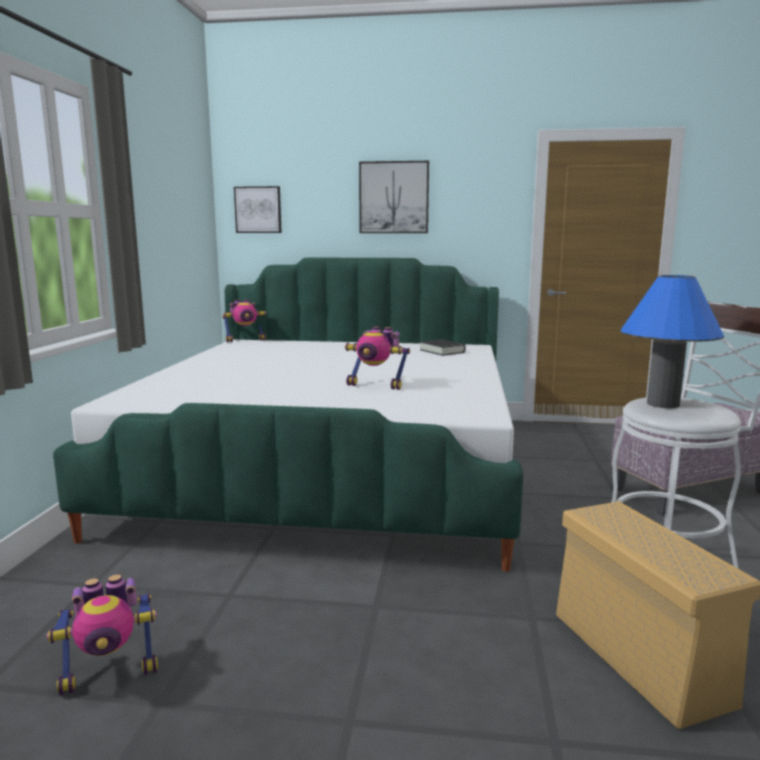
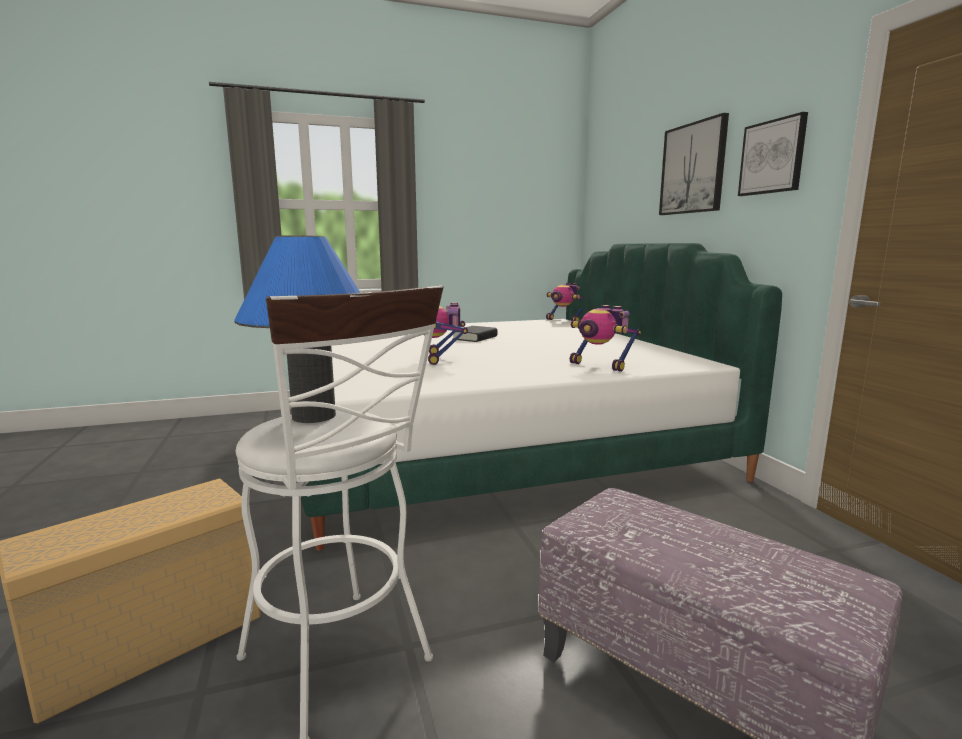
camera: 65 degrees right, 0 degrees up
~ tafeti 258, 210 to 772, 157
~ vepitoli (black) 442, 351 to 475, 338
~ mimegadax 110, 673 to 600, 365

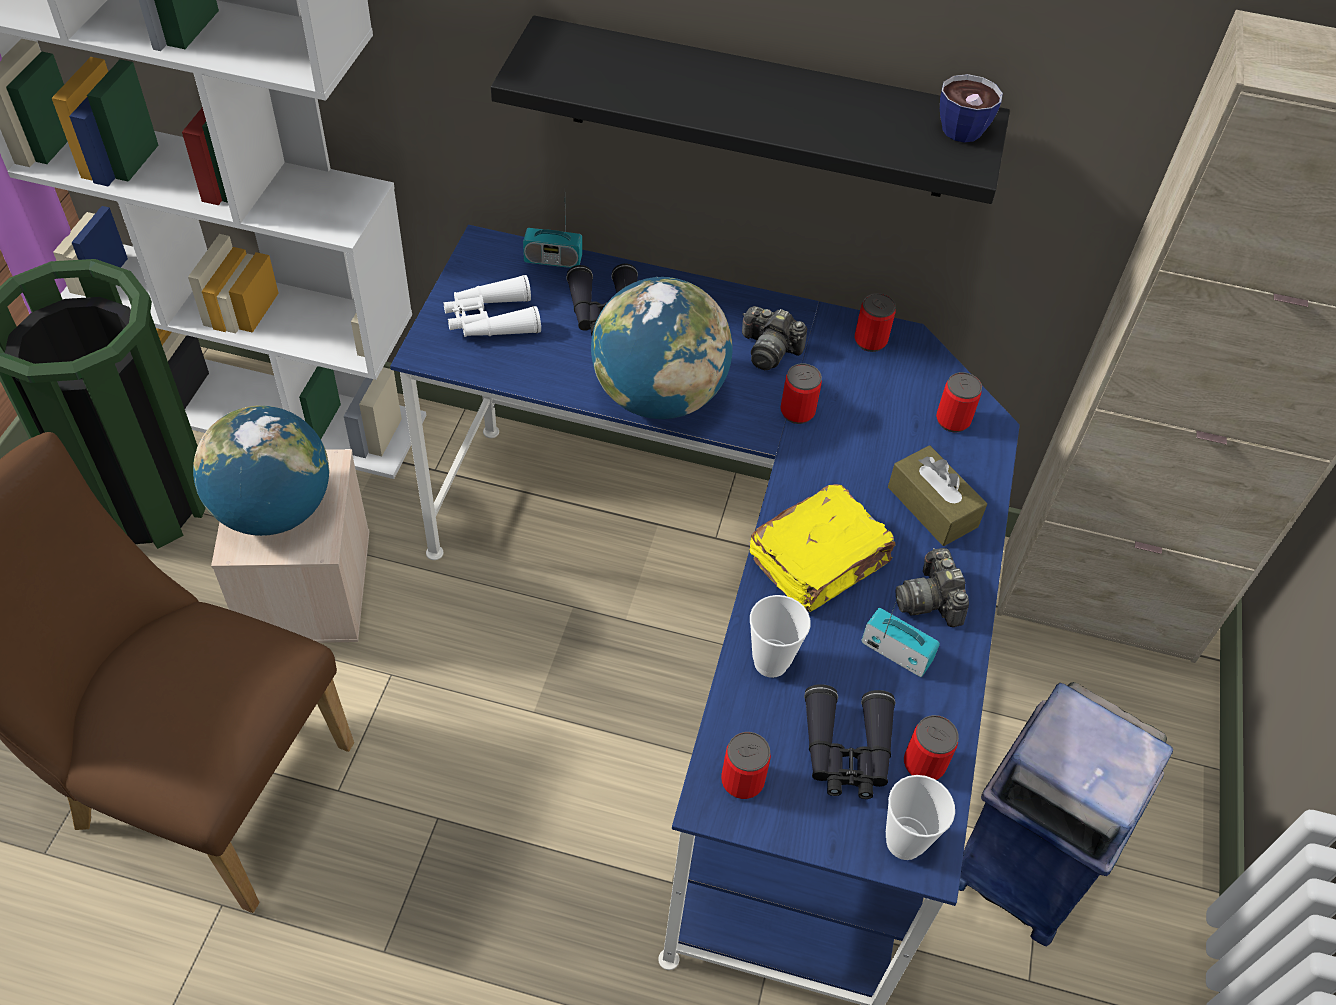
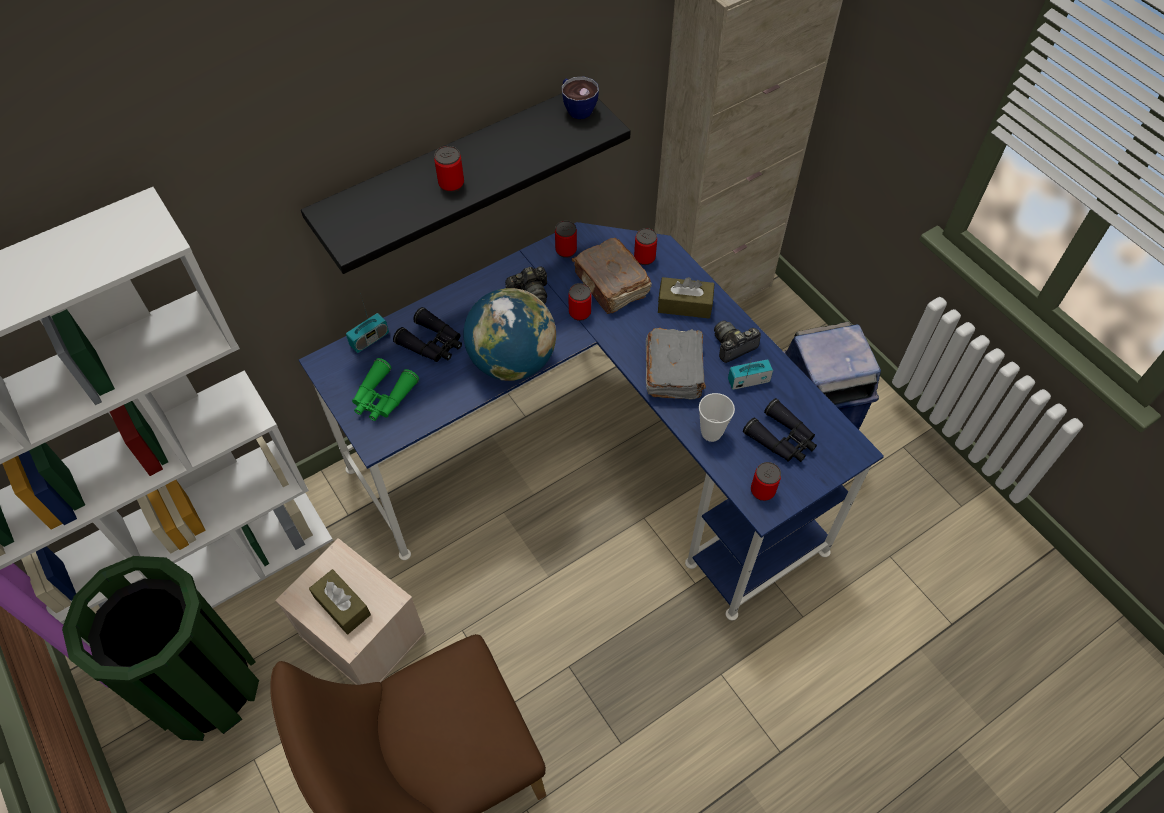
camera: 45 degrees left, 5 degrees up
~ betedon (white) 491, 320 to betedon (green) 383, 397
~ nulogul 274, 510 to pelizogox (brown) 342, 606
~ vepitoli (yellow) 820, 561 to vepitoli (grey) 674, 371
~ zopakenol 930, 600 = 733, 346 120 degrees clockwise
~ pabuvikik 924, 764 to 451, 184
- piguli 904, 842
+ vepitoli (brown) 611, 285

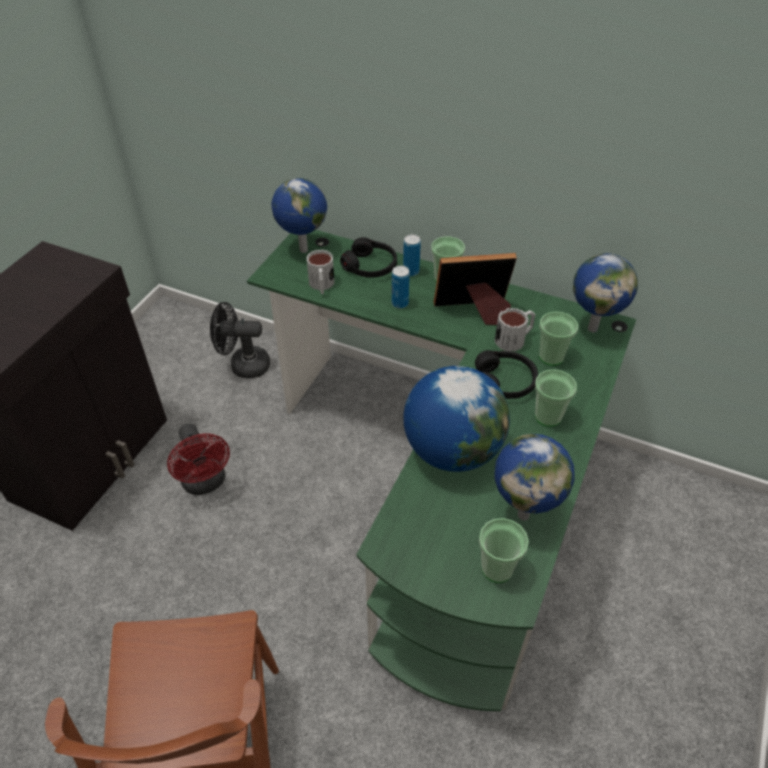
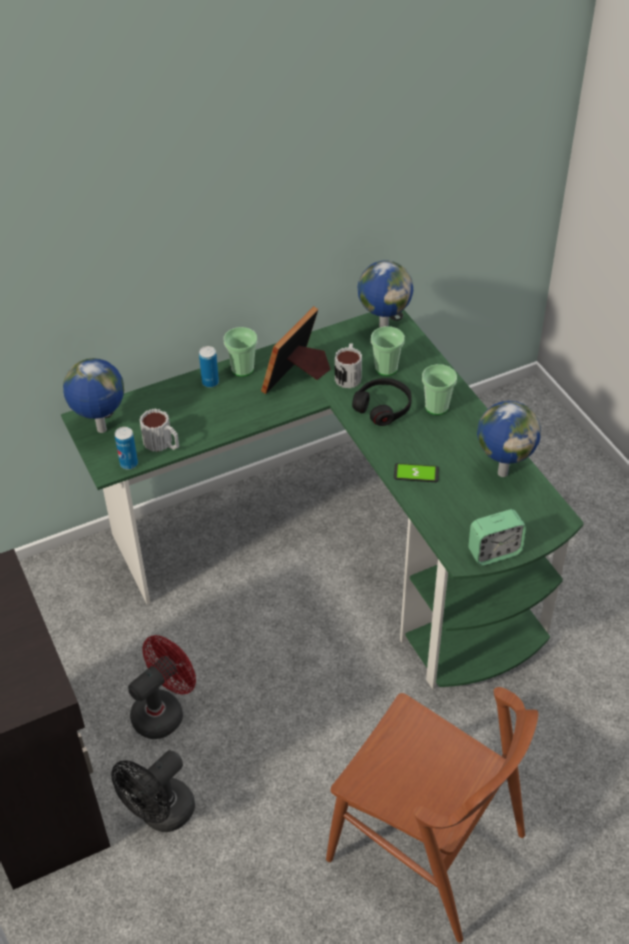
camera: 50 degrees left, 0 degrees up
- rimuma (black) 370, 266
~ pabuvikik 400, 303 to 129, 463
~ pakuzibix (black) 243, 365 to 160, 814
~ nulogul 452, 450 to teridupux 416, 473
~ pakuzibix (red) 205, 483 = 163, 711 60 degrees counterclockwise
- piguli 497, 568
+ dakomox 494, 552

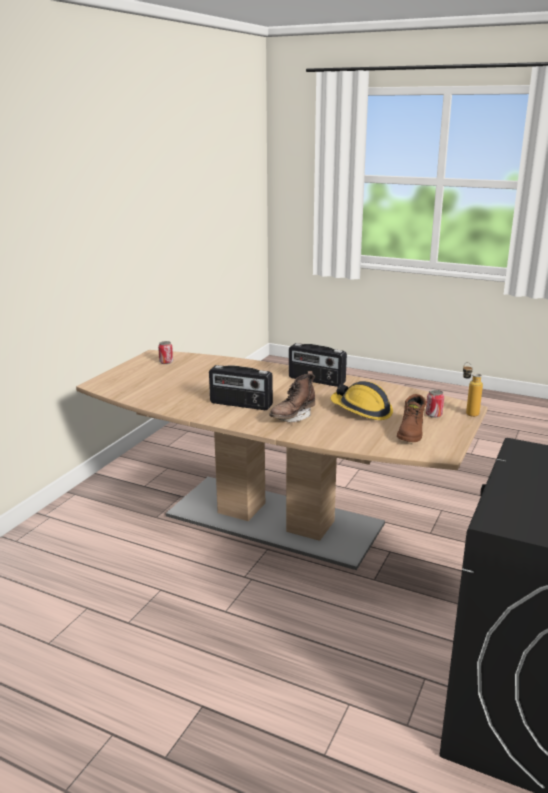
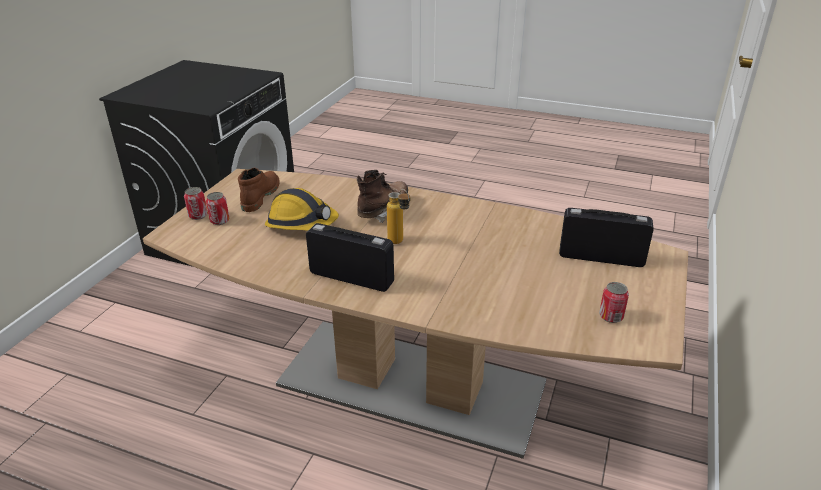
camera: 175 degrees right, 10 degrees up
~ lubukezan 468, 412 to 399, 243
~ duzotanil 240, 404 to 601, 257
+ pabuvikik 198, 216

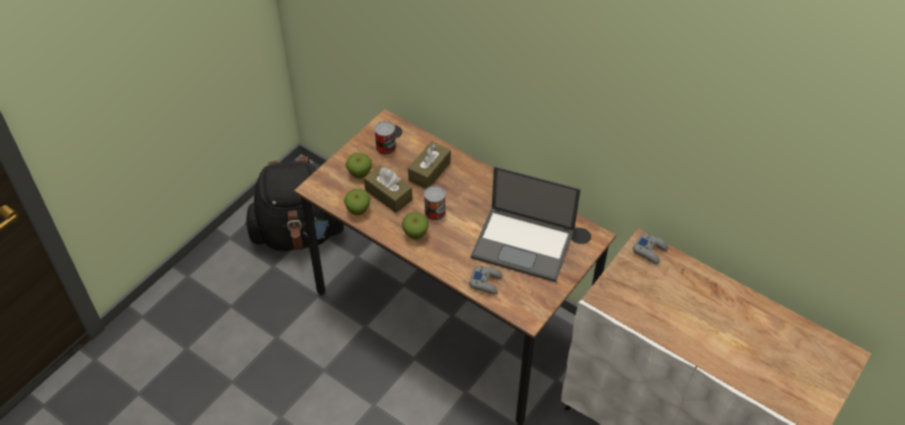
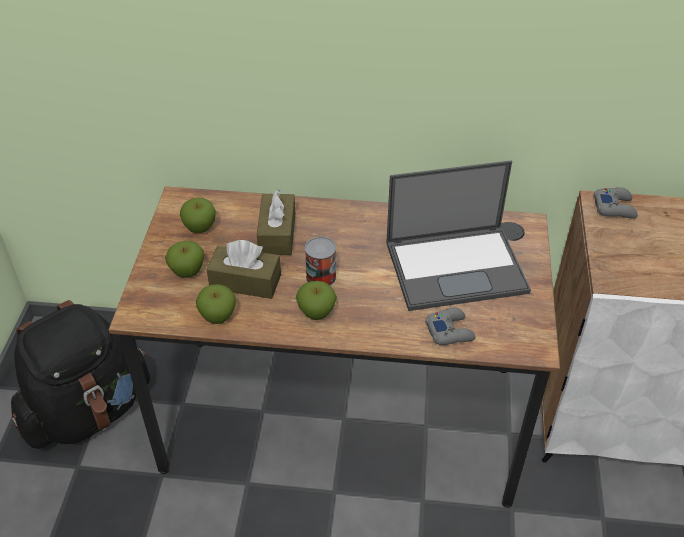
camera: 30 degrees left, 5 degrees down
~ pabuvikik 386, 147 to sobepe 200, 228

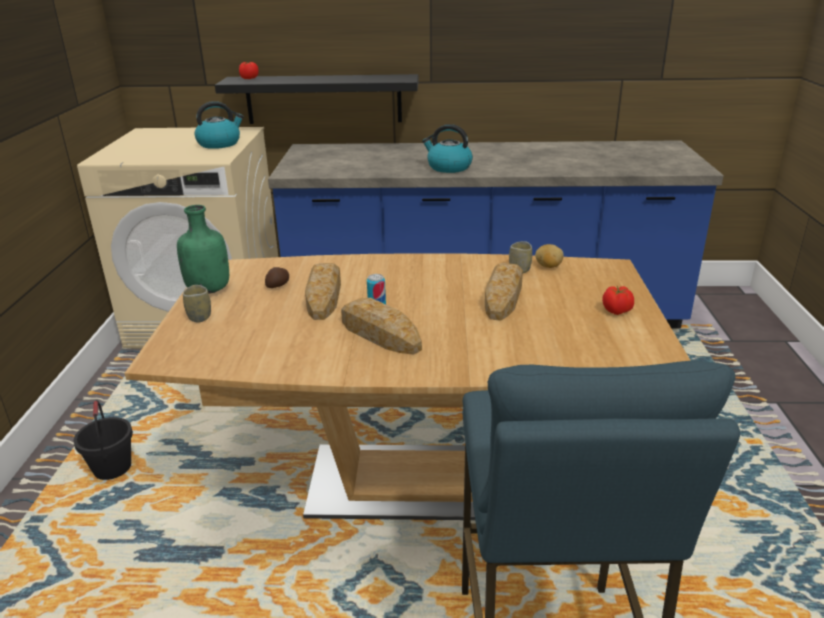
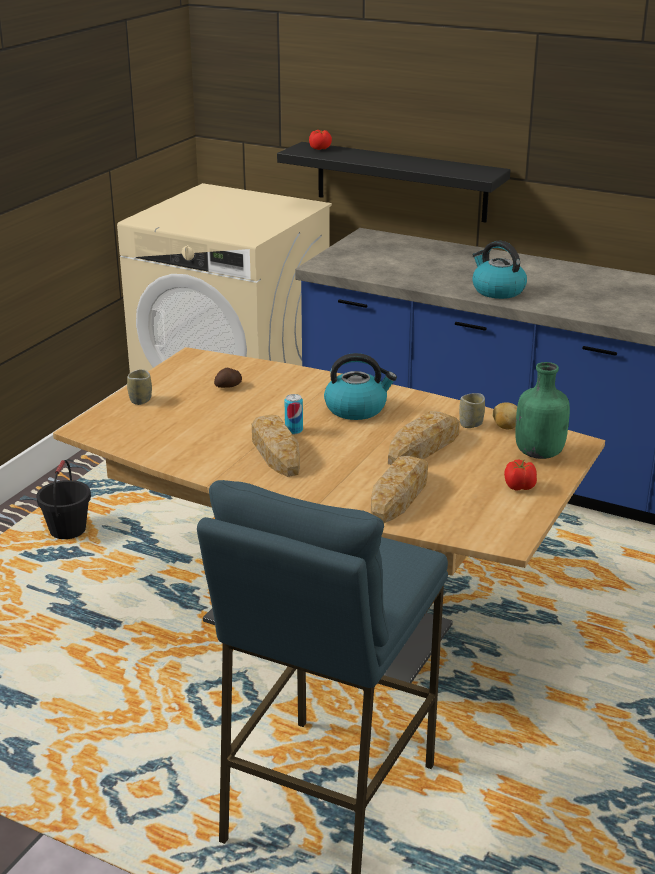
camera: 25 degrees right, 0 degrees up
~ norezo 219, 144 to 356, 408
~ lubukezan (green) 209, 289 to 539, 453
~ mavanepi 324, 297 to 398, 496

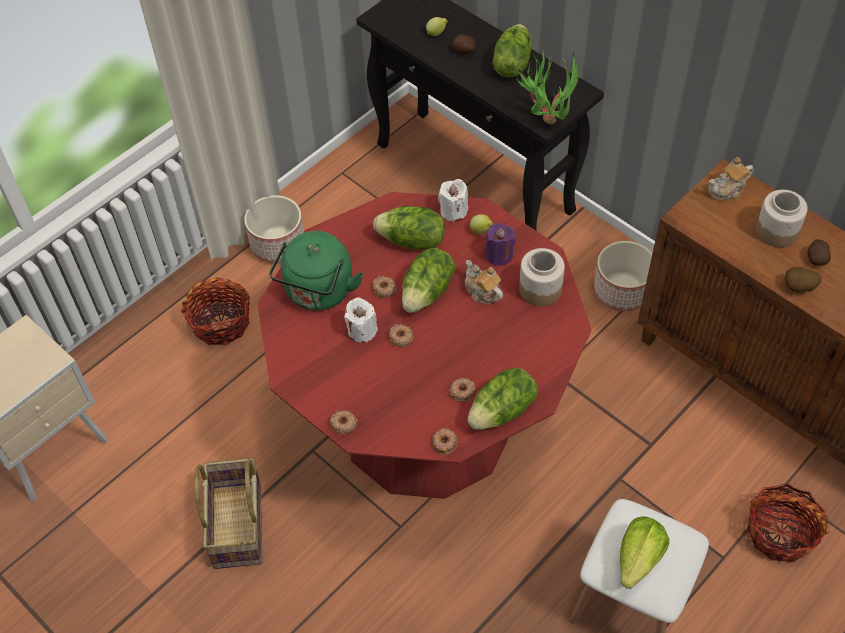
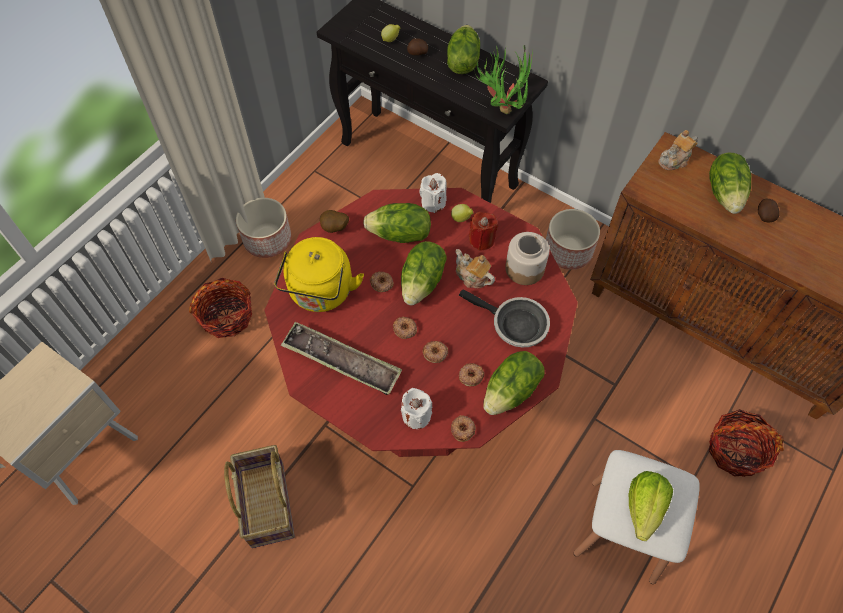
camera: 10 degrees left, 5 degrees up
~ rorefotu 777, 231 to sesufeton 725, 193
~ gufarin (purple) 499, 255 to gufarin (red) 481, 240
~ norezo (green) 318, 293 to norezo (yellow) 321, 294
~ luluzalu 798, 288 to 335, 229
~ gufarin (white) 362, 331 to 416, 415
~ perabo 343, 424 to 435, 353
+ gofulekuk 515, 325
+ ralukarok 342, 362

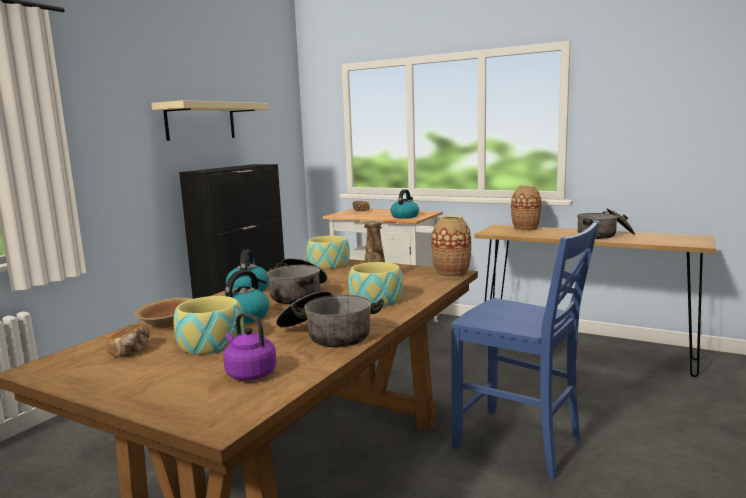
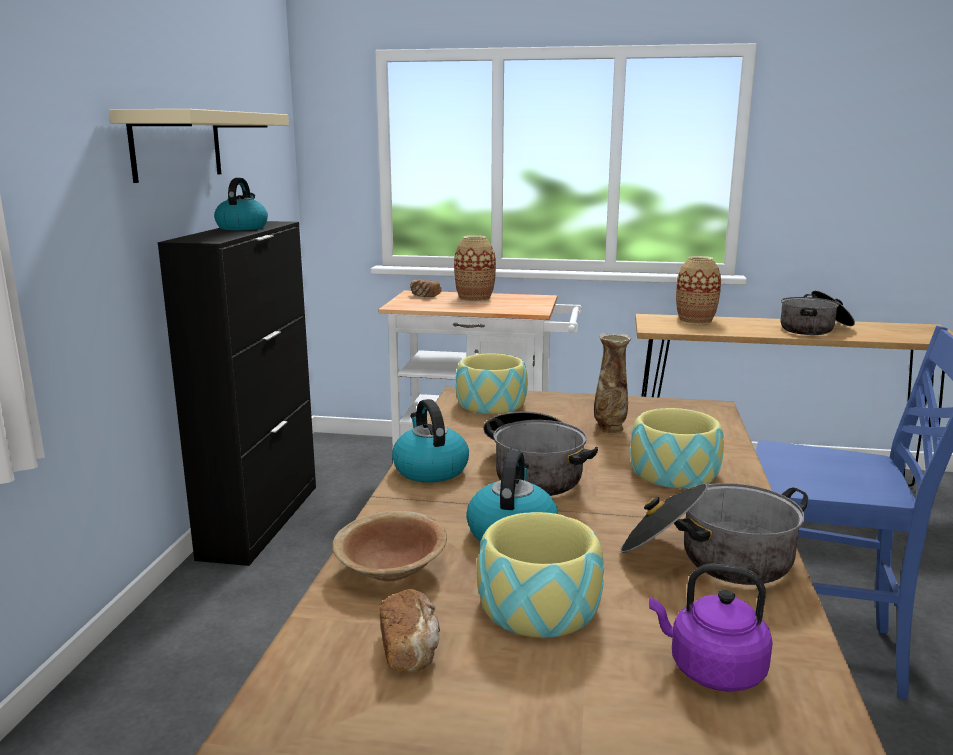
camera: 20 degrees left, 5 degrees up
~ norezo 405, 216 to 242, 228
~ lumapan 451, 274 to 474, 298

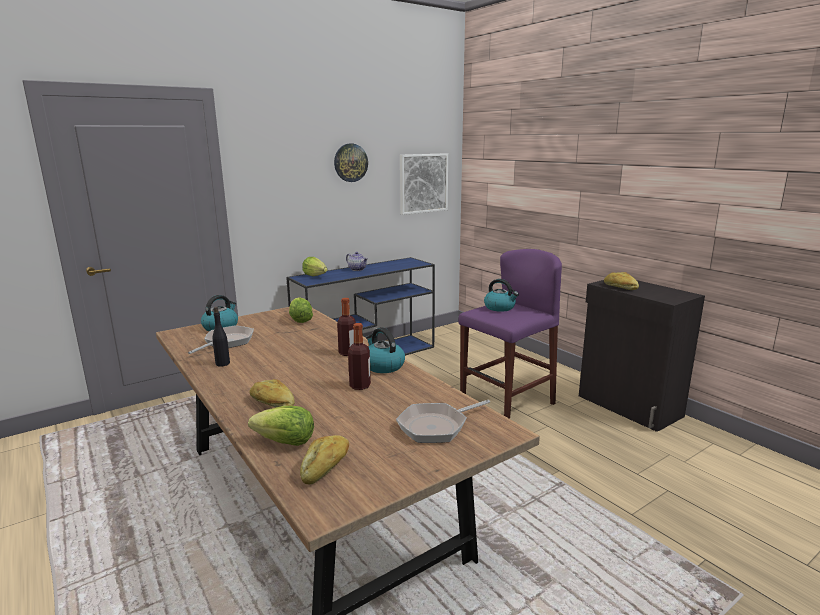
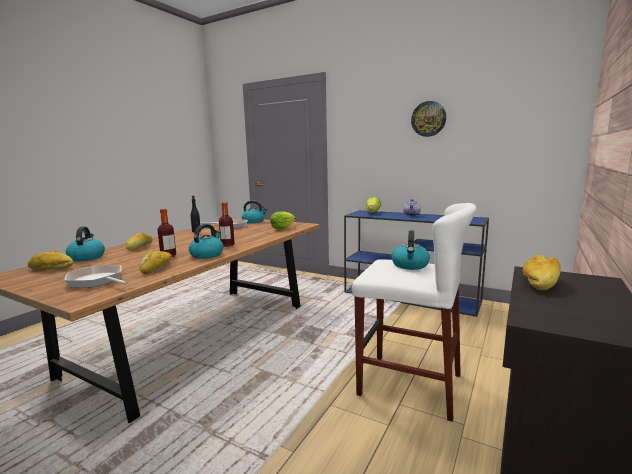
camera: 65 degrees right, 5 degrees down
- tafeti 423, 183
~ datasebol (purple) 507, 403 to datasebol (white) 409, 384
~ sesufeton 285, 442 to norezo 87, 257
+ mavanepi 157, 268

